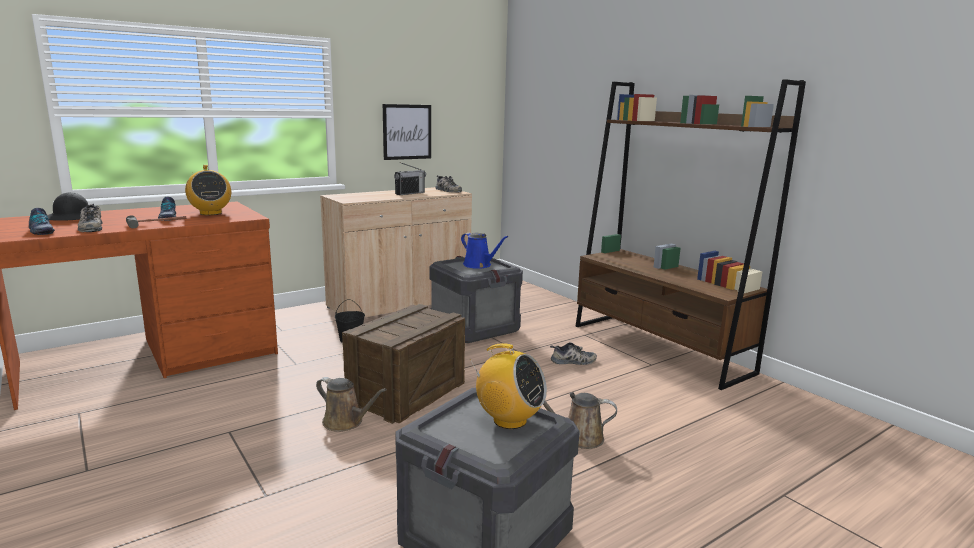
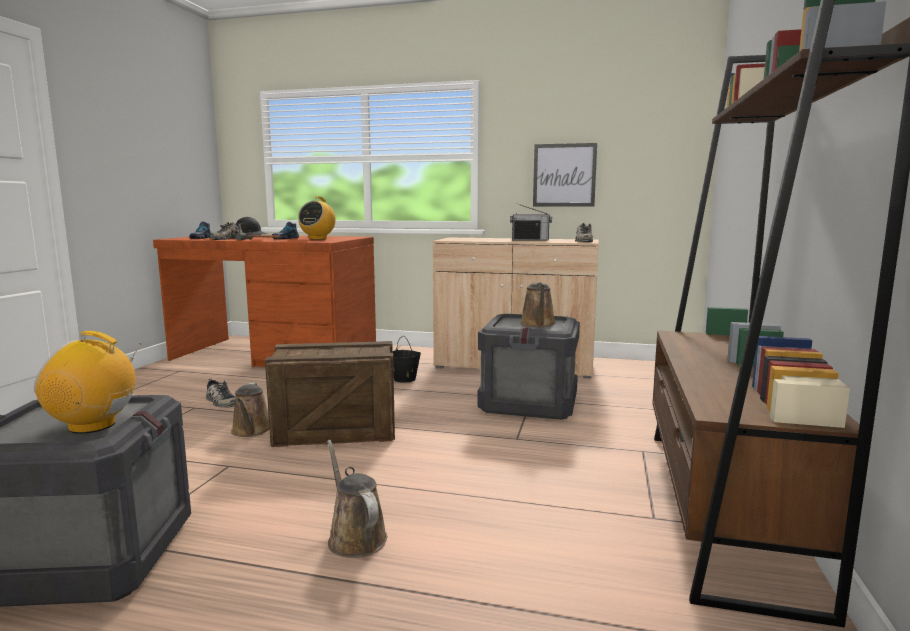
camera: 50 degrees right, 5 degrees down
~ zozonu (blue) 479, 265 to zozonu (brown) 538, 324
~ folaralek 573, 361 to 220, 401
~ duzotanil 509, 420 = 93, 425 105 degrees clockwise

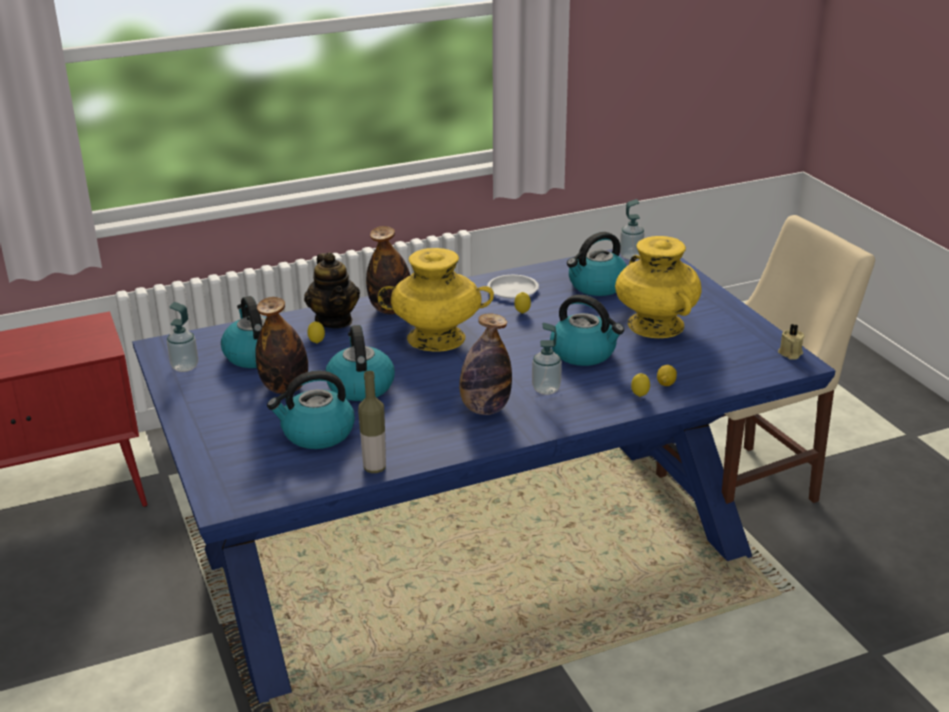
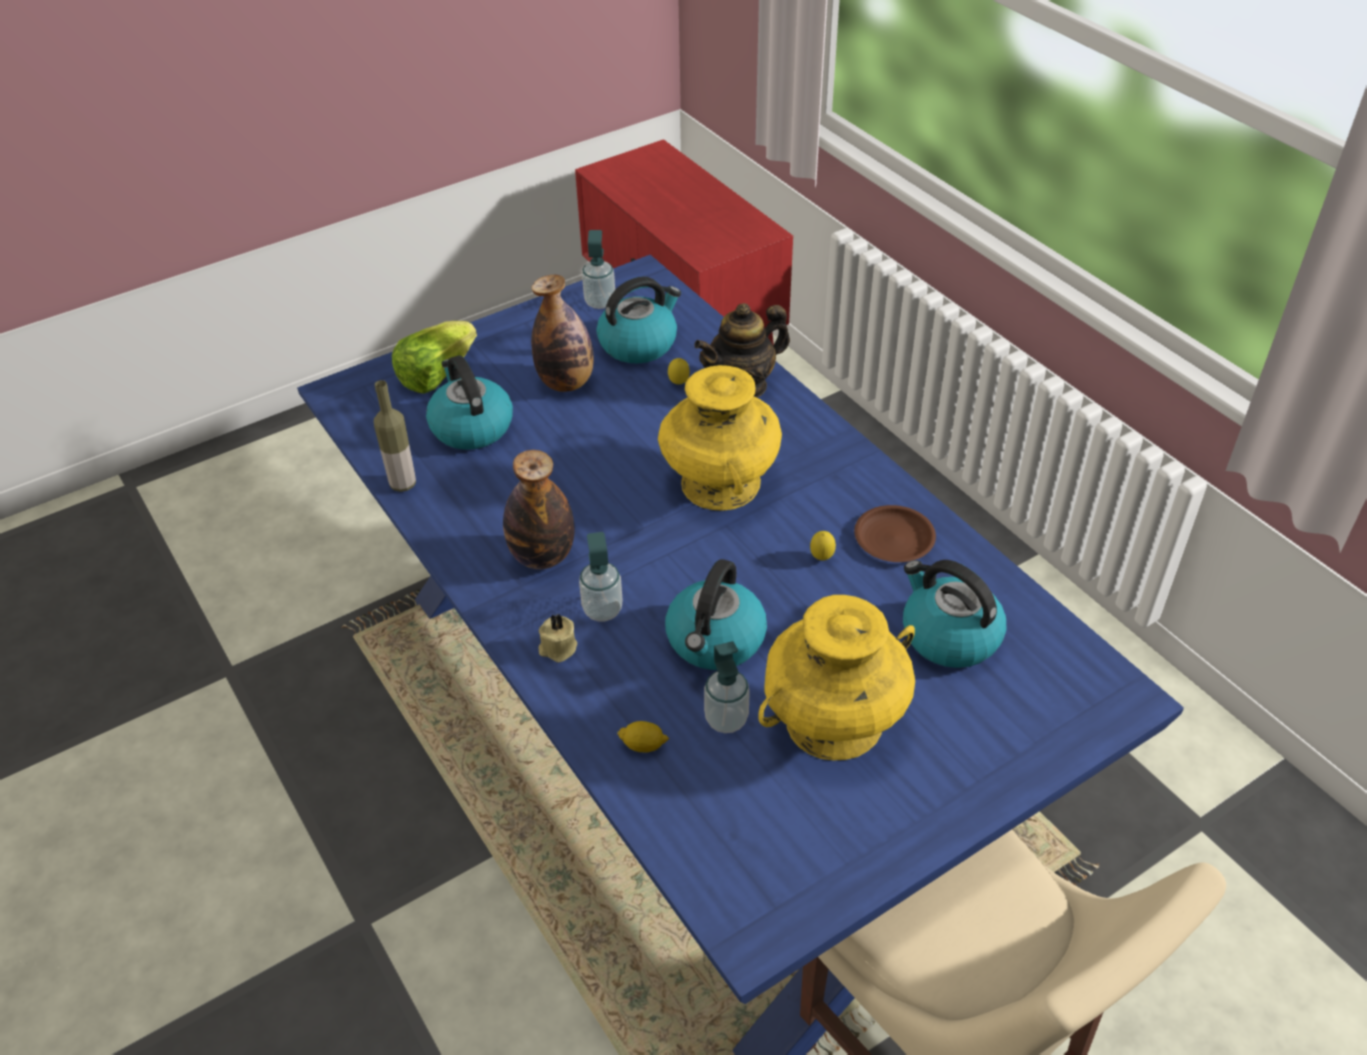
camera: 80 degrees right, 15 degrees up
~ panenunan 631, 256 to 726, 719
- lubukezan 391, 310
~ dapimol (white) 512, 290 to dapimol (brown) 894, 538
~ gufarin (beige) 790, 353 to 557, 648
- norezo 360, 386
- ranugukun 639, 396
+ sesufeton 436, 375

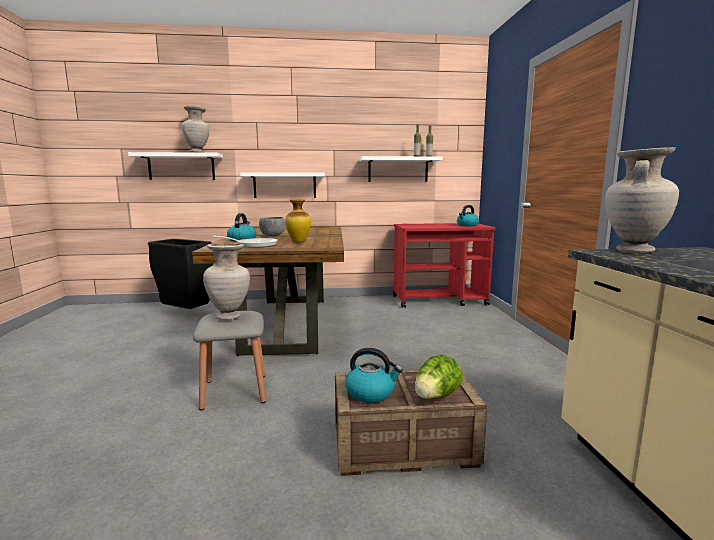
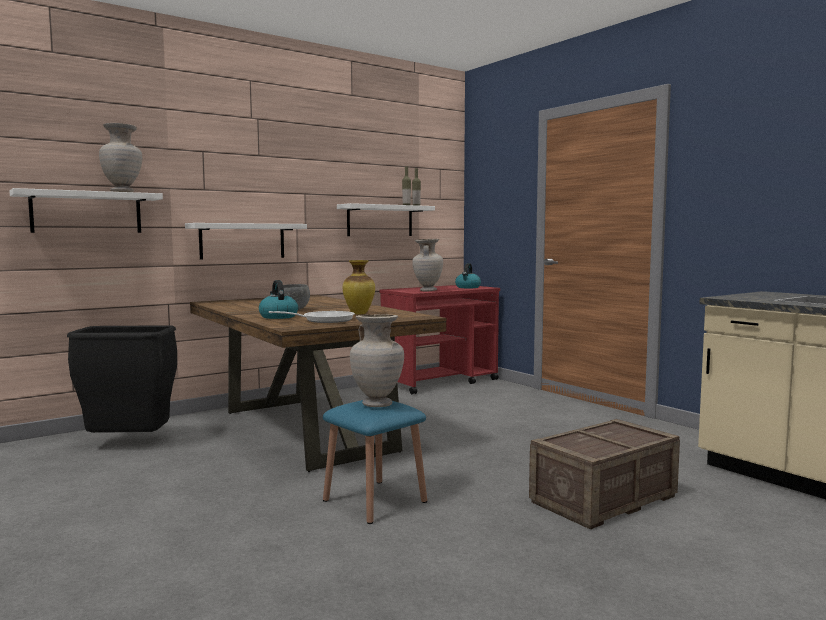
camera: 30 degrees left, 5 degrees down
~ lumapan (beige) 632, 251 to 427, 290
~ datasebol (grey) 234, 391 to datasebol (blue) 375, 501
- norezo 371, 393
- sesufeton 436, 397

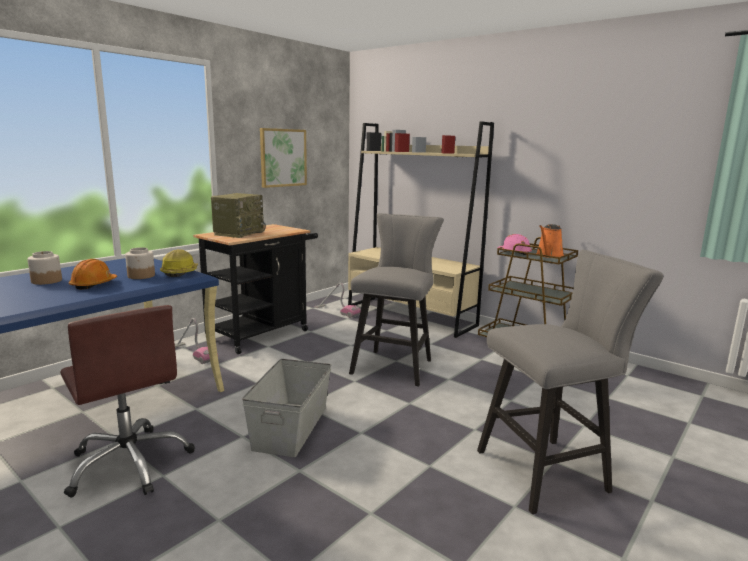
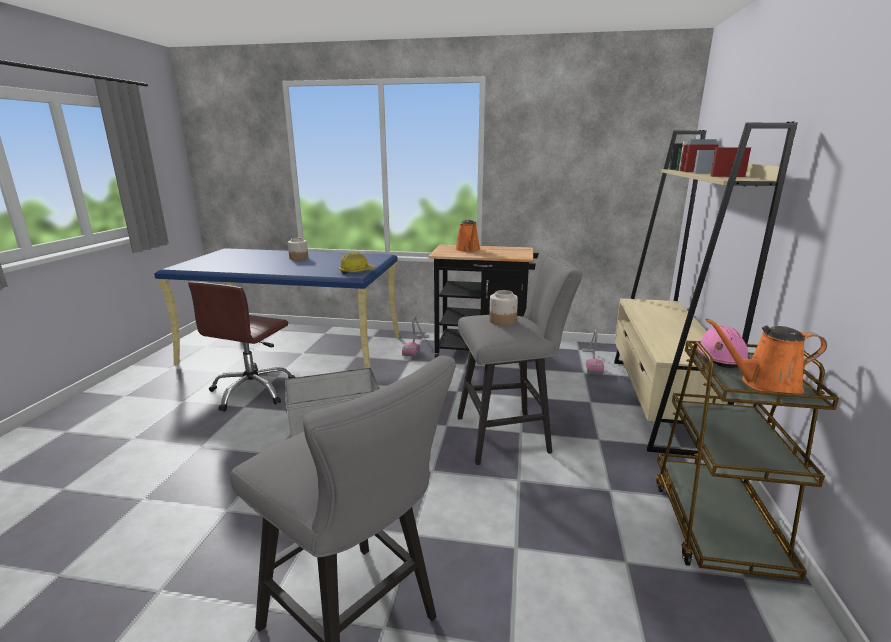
camera: 60 degrees right, 5 degrees up
- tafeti 283, 157
~ duzotanil 239, 233 to zozonu (orange) 468, 250
~ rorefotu 141, 276 to 503, 321
- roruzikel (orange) 93, 285

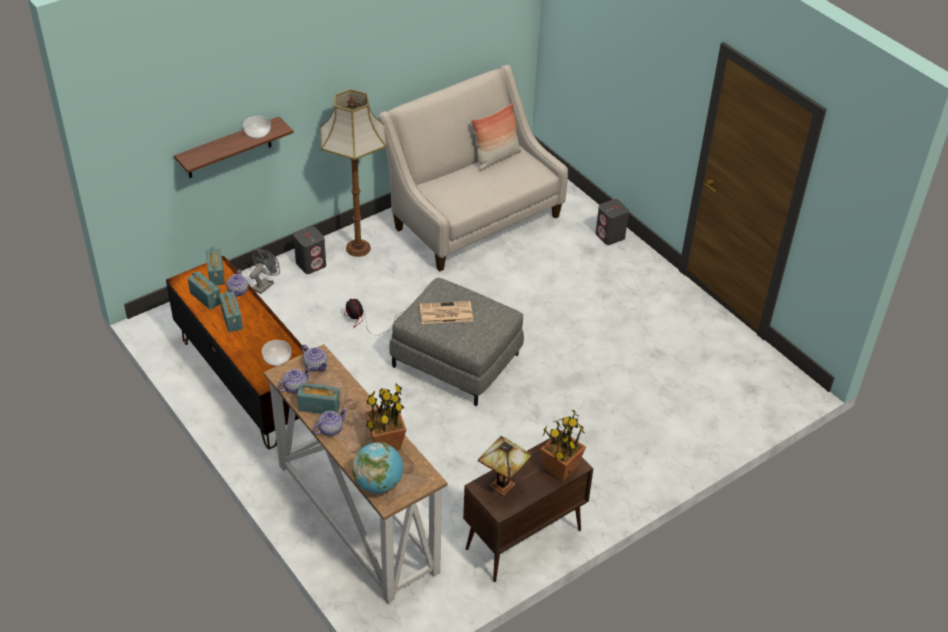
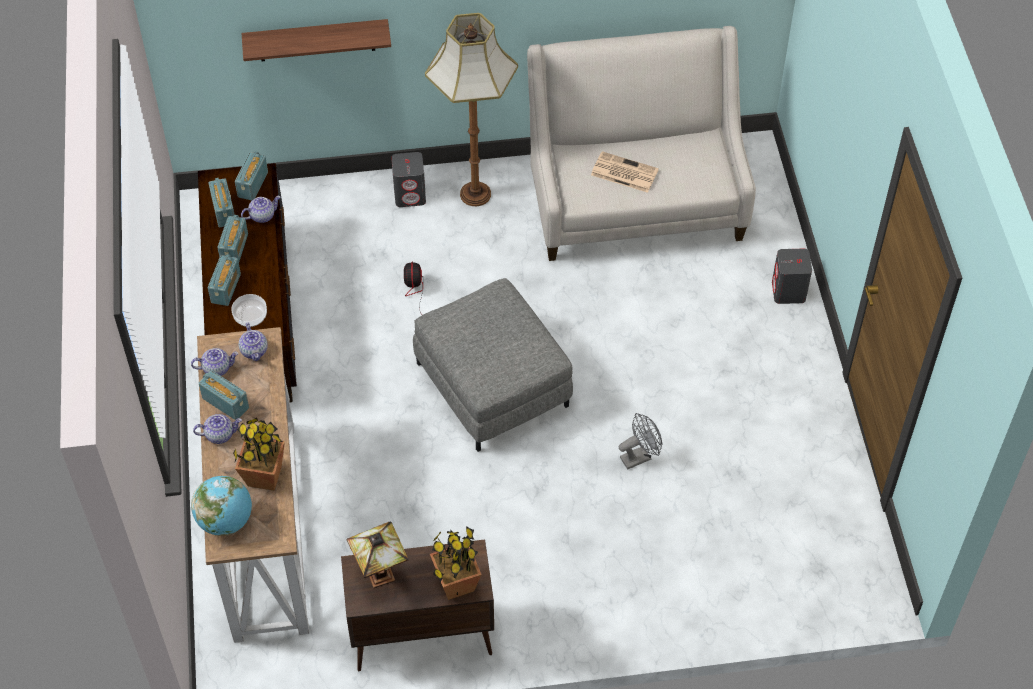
camera: 30 degrees right, 10 degrees up
- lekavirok 496, 158
- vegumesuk 258, 133
~ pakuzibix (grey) 265, 284 to 639, 456
~ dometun 238, 291 = 262, 215 150 degrees counterclockwise
~ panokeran 445, 313 to 623, 172
+ duzotanil 226, 288

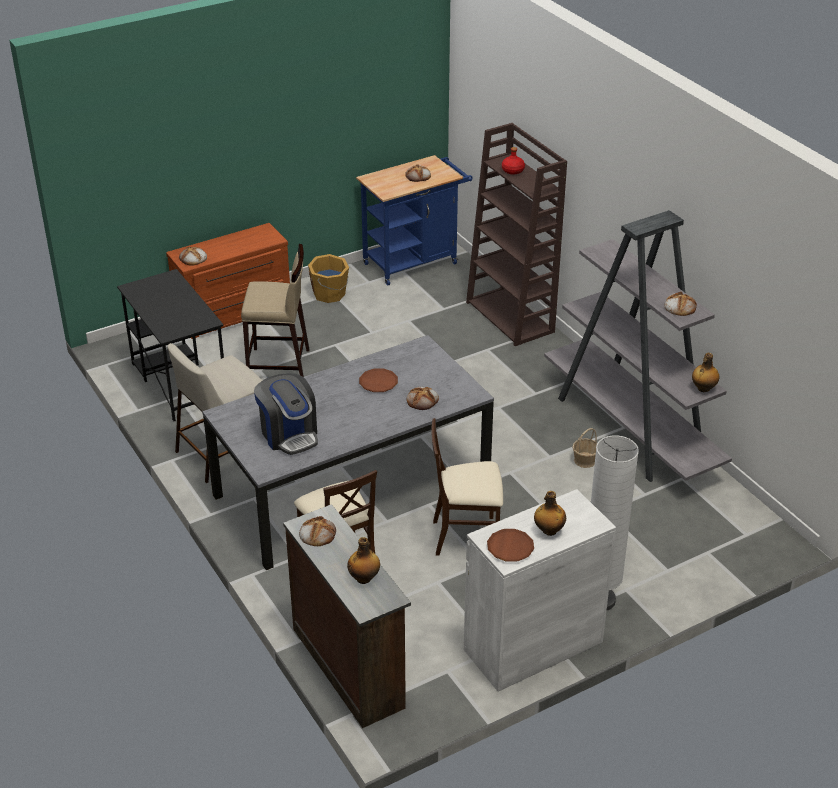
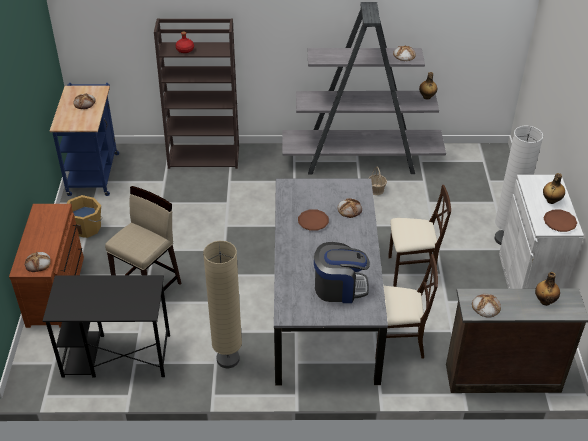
camera: 60 degrees left, 5 degrees up
~ datasebol (beige) 224, 451 to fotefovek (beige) 228, 359
~ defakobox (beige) 466, 536 = 411, 270 120 degrees counterclockwise

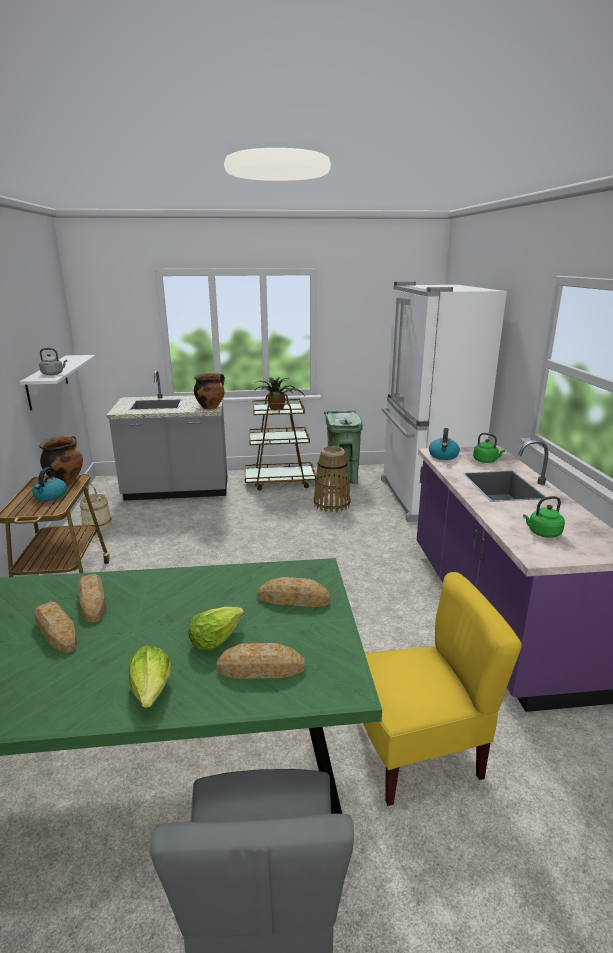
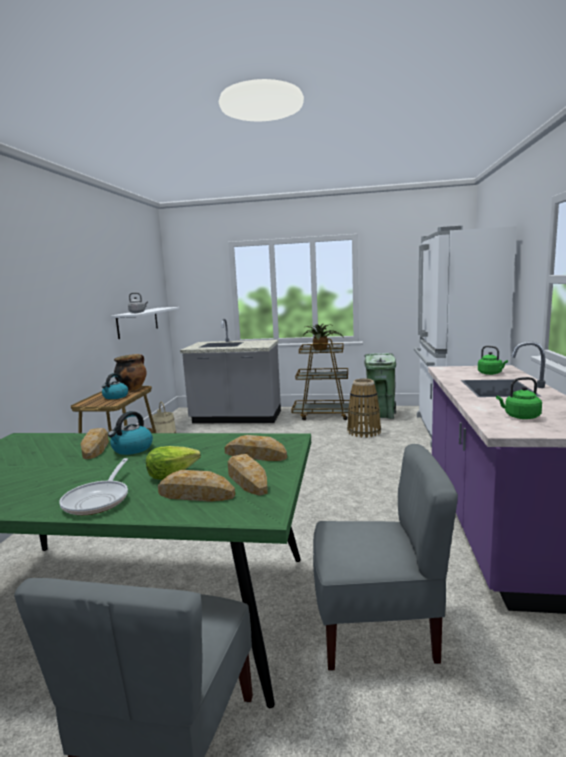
camera: 15 degrees right, 10 degrees down
- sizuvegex 210, 407
~ norezo 443, 456 to 132, 449
~ defakobox (yellow) 417, 751 to defakobox (grey) 377, 628
~ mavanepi 56, 631 to 247, 480
~ sesufeton 152, 690 to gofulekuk 99, 499

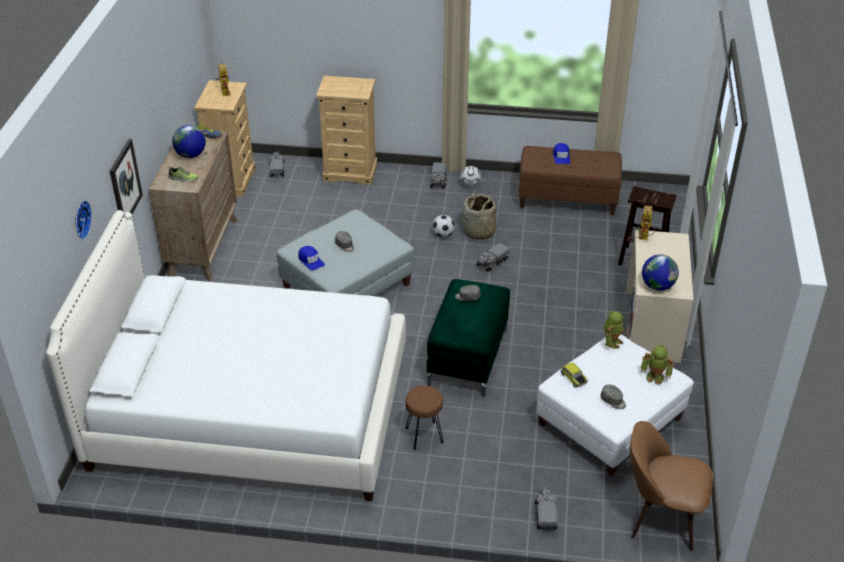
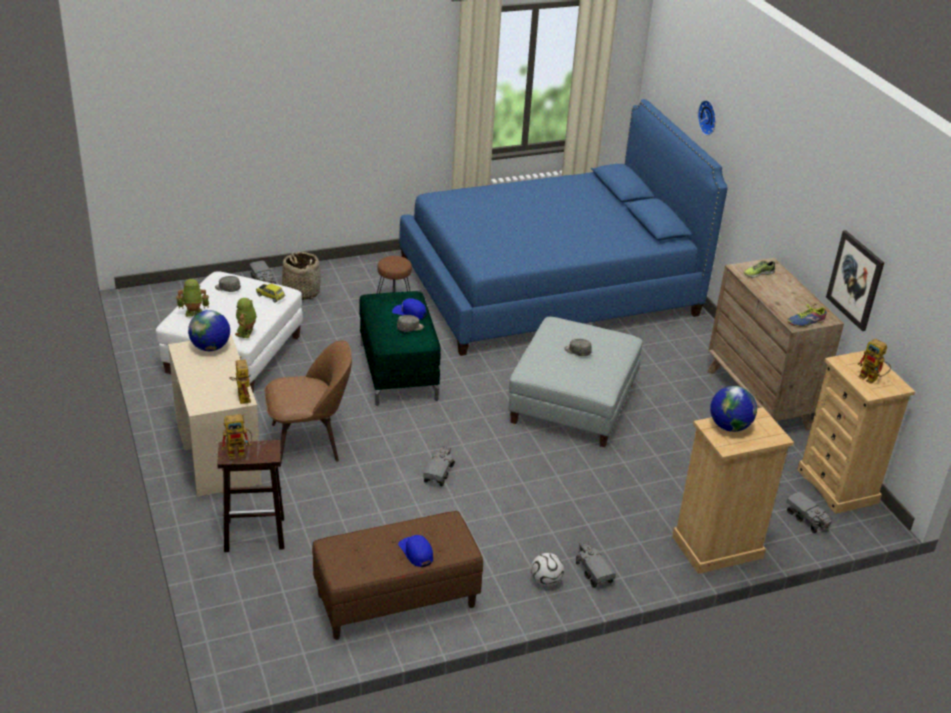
camera: 150 degrees right, 5 degrees down
~ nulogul 191, 155 to 729, 426
~ tafeti 125, 183 to 855, 280
~ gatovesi 479, 231 to 301, 292
~ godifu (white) 250, 410 to godifu (blue) 549, 287
- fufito 443, 234
~ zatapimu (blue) 310, 260 to 409, 312
~ defakobox (brown) 661, 516 to 309, 442
+ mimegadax 240, 452

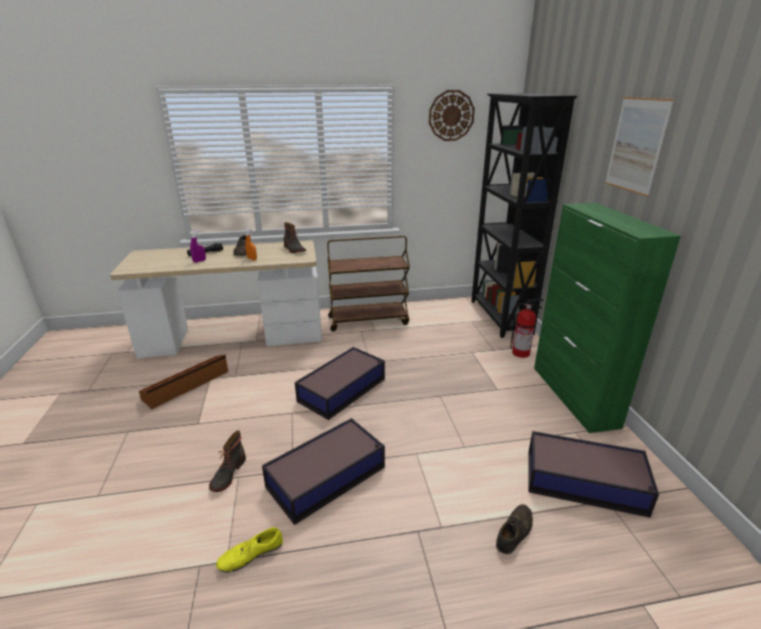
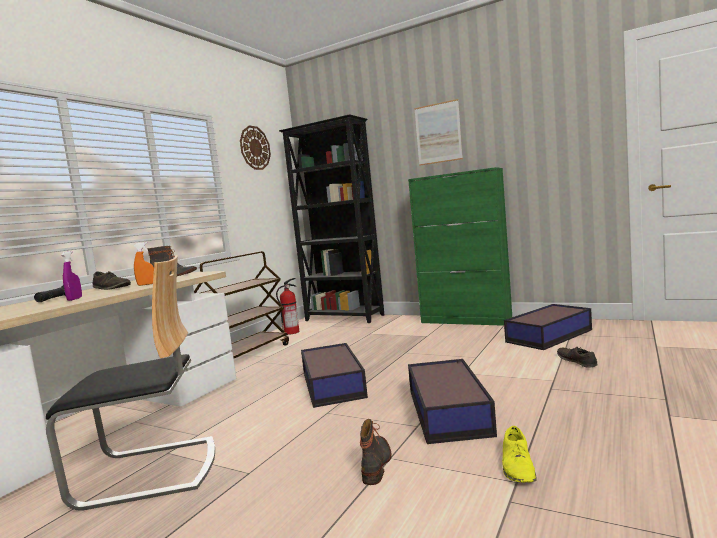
camera: 50 degrees left, 20 degrees down
~ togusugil 521, 353 to 292, 332
~ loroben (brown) 187, 385 to defakobox 148, 472
~ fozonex 227, 474 = 376, 463 135 degrees counterclockwise

